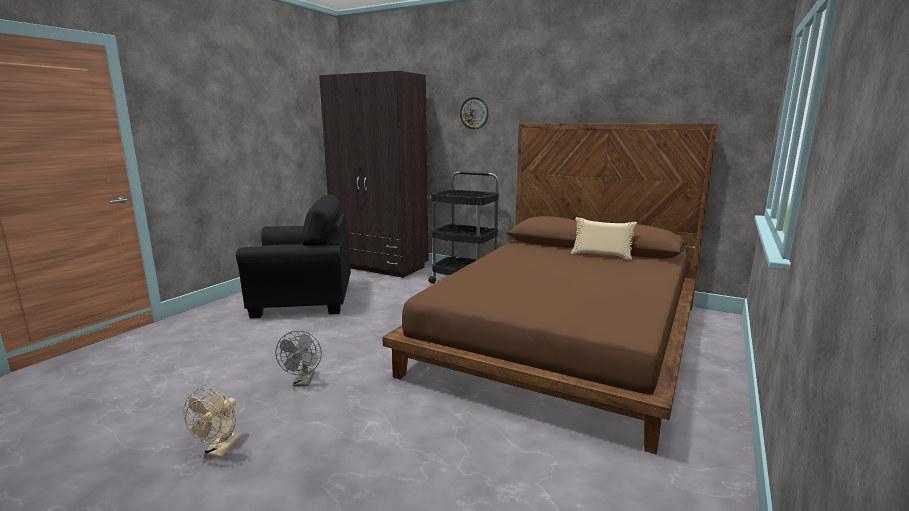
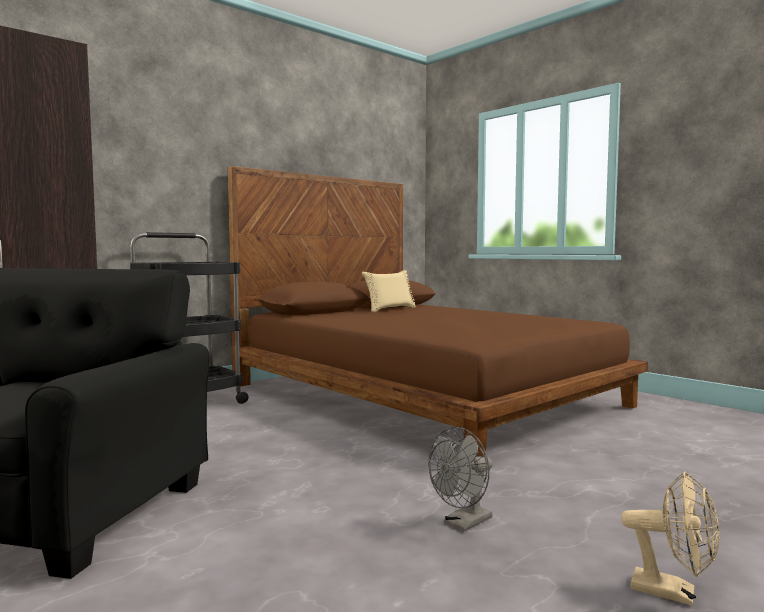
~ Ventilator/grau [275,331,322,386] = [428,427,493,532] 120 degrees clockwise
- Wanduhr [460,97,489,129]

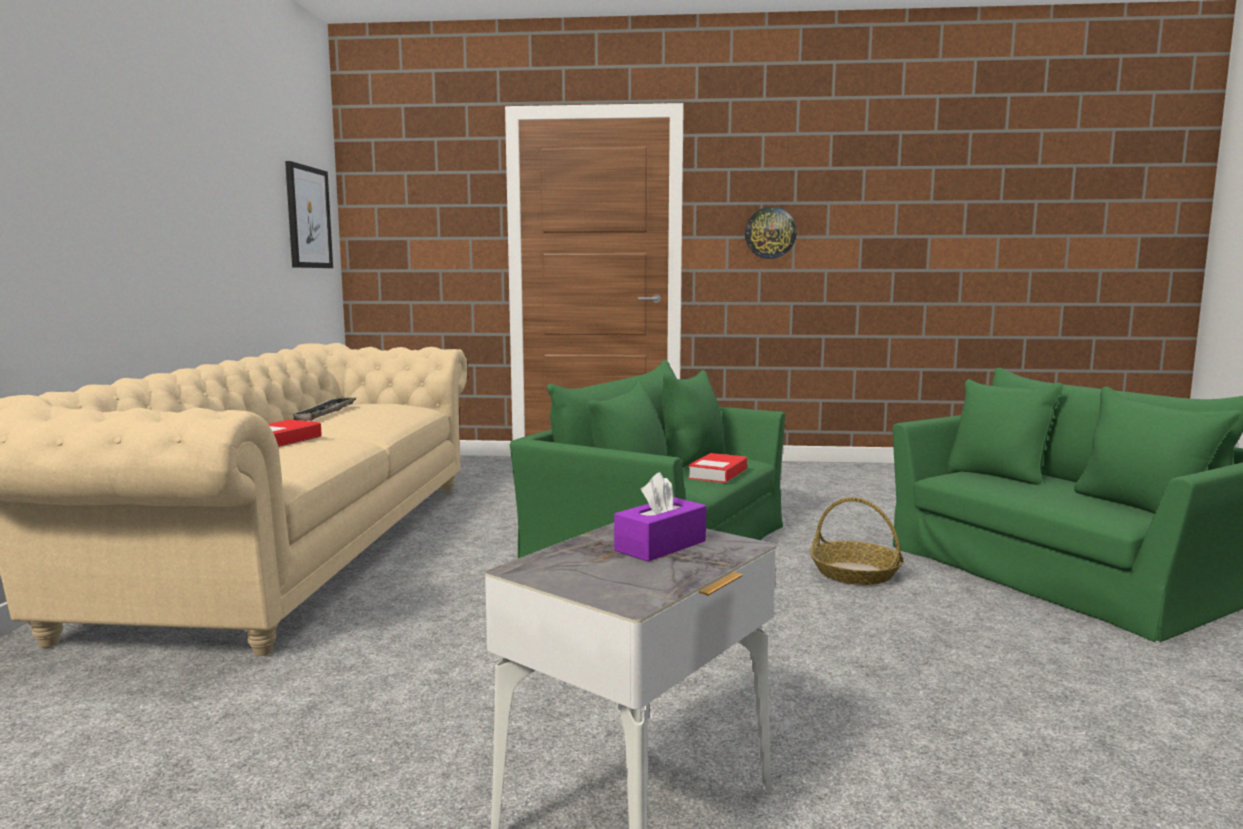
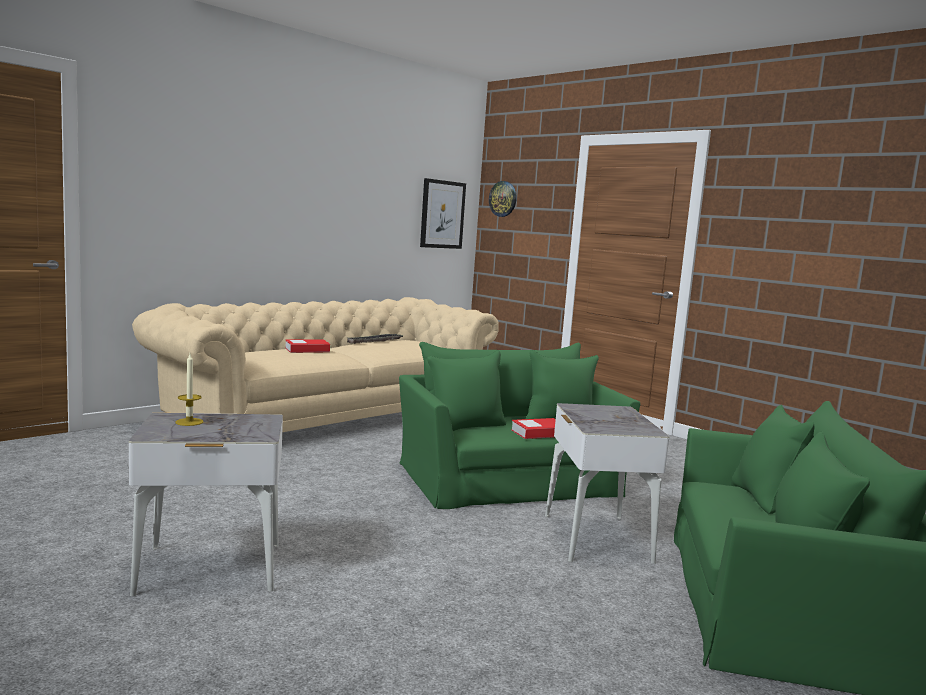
+ Kerze [175,354,203,426]
~ Wanduhr [745,207,797,259] to [489,181,517,217]
~ Korb [810,497,904,585] to Beistelltisch [545,403,669,564]
- Taschentuchbox/lila [614,472,706,562]

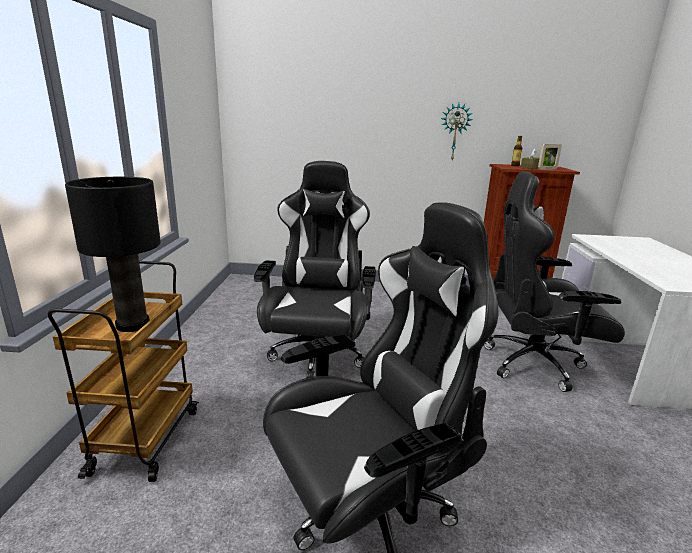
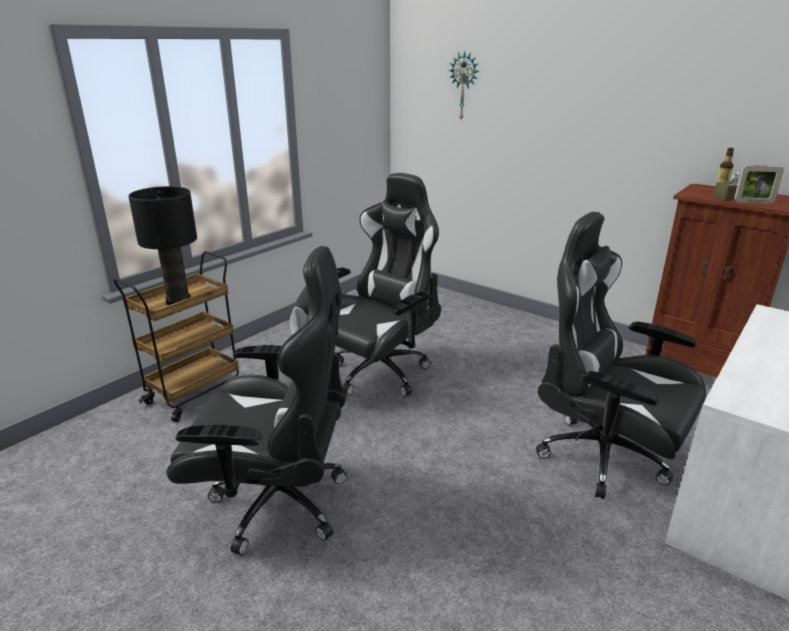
~ Wanduhr [441,103,472,160] to [448,51,480,120]

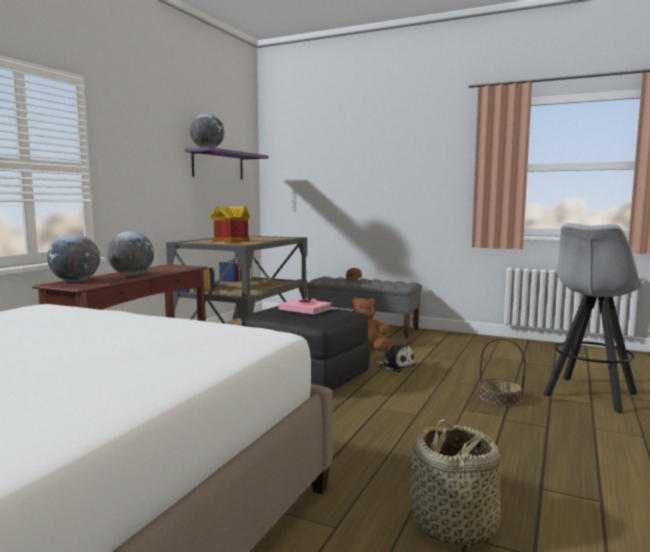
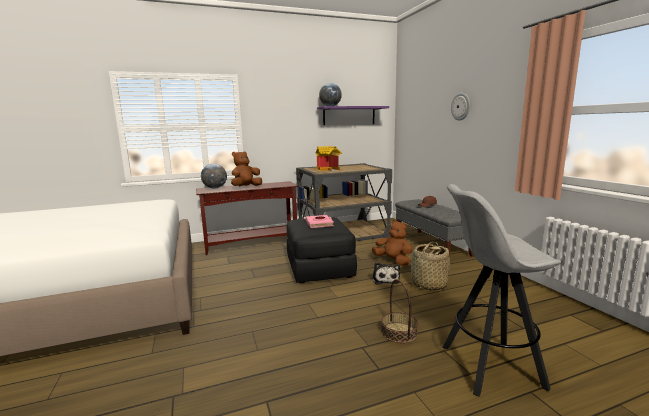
~ Globus [107,231,154,276] to Plüschtier/braun [231,151,262,186]
~ Korb [411,419,501,547] to [411,242,450,290]
+ Wanduhr [451,93,470,121]

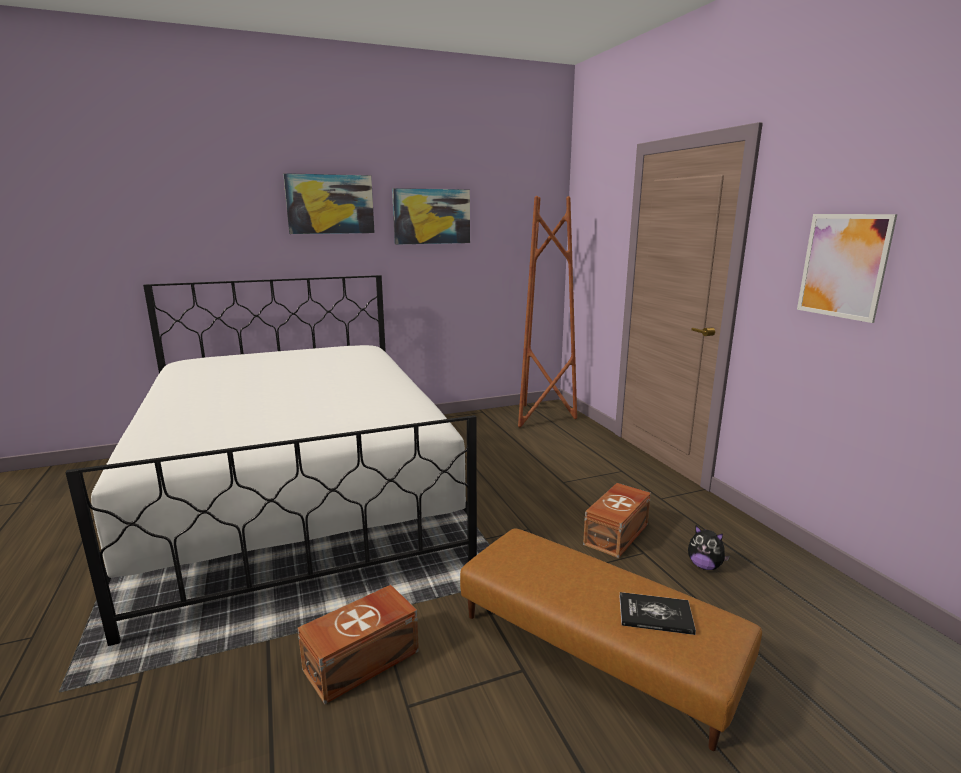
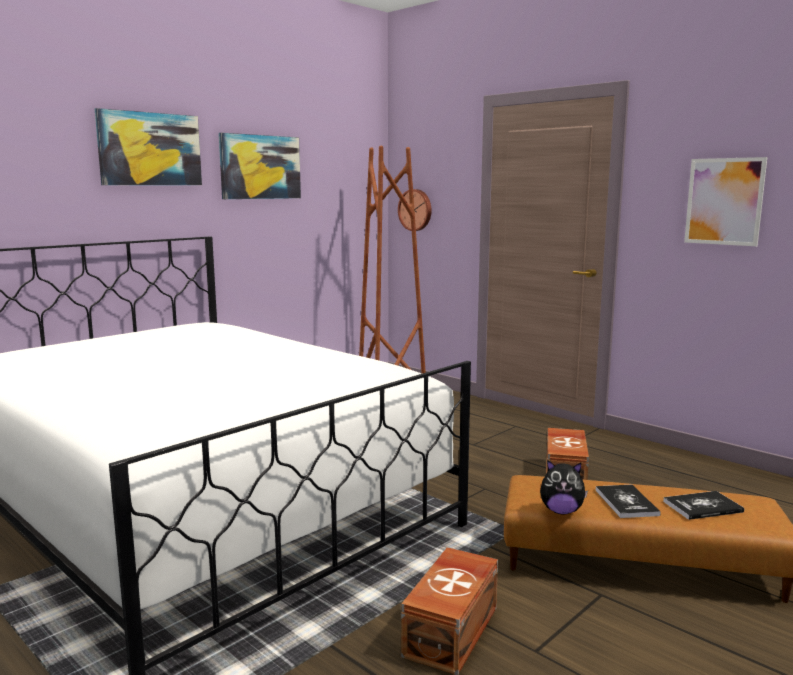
+ Wanduhr [398,189,432,231]
~ Plüschtier [688,526,730,570] to [540,460,588,514]
+ Buch [595,485,661,518]

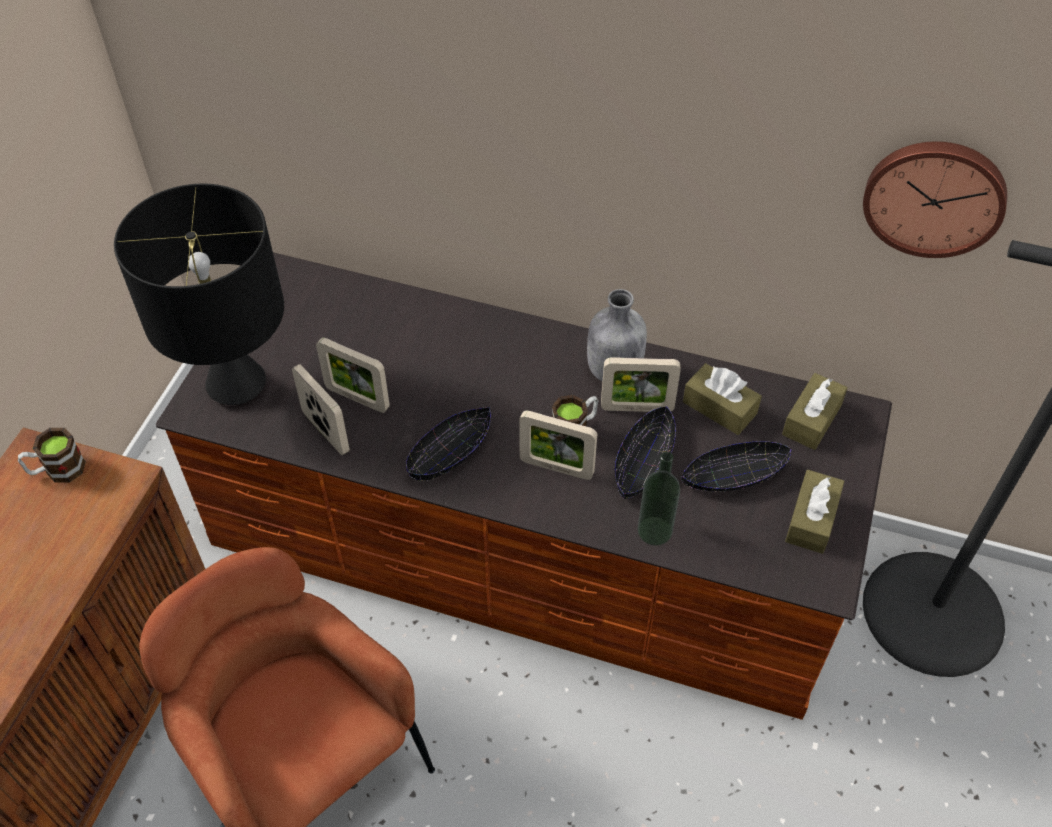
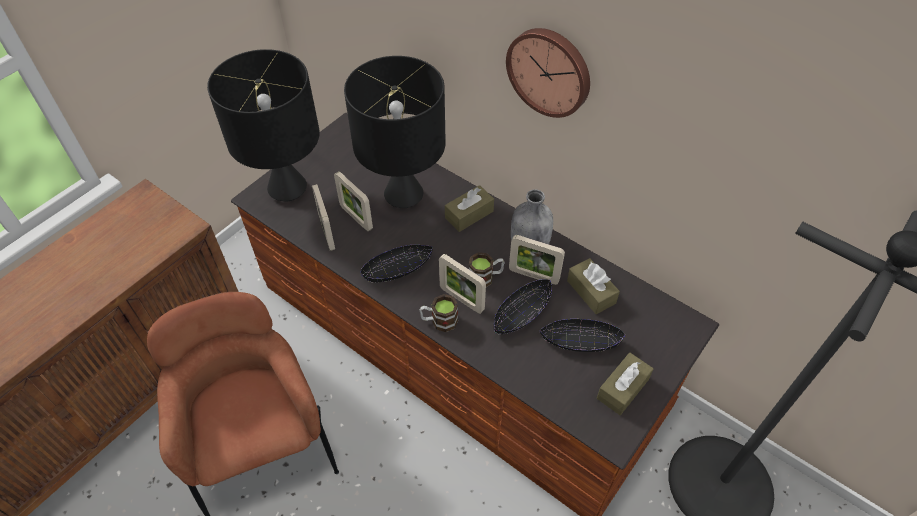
+ Tischlampe/schwarz [344,56,446,208]
~ Henkelbecher [18,428,86,483] to [419,294,458,332]
~ Taschentuchbox/braun [782,373,848,450] to [445,185,494,232]
~ Wanduhr [863,141,1007,258] to [506,28,590,118]
- Flasche [638,452,680,546]

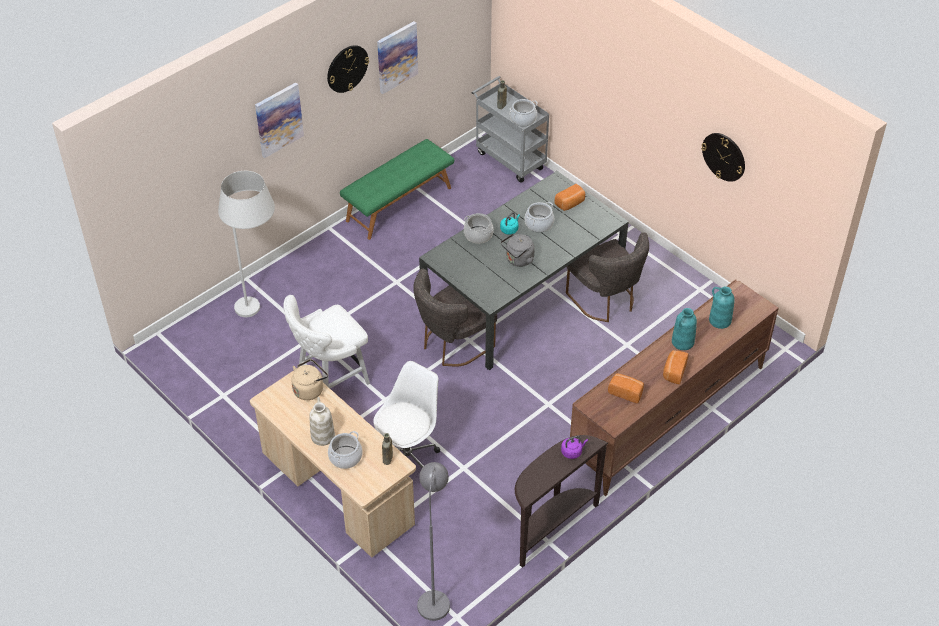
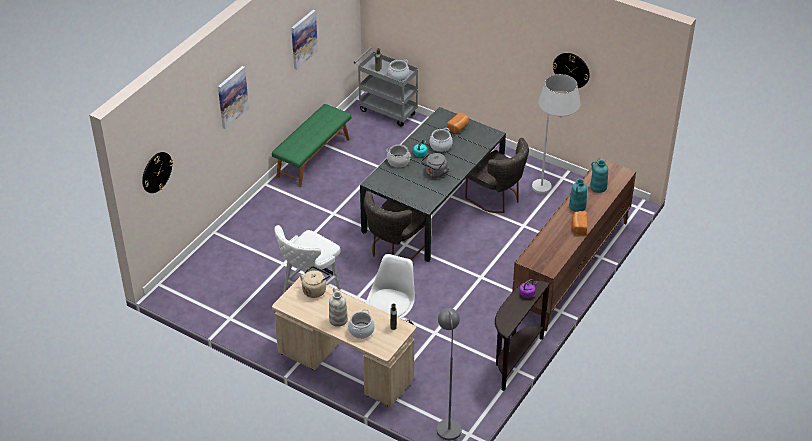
~ Wanduhr [327,45,369,93] to [142,152,173,193]
~ Stehlampe/weiß [218,171,275,317] to [532,74,581,194]
- Brot [608,373,644,403]

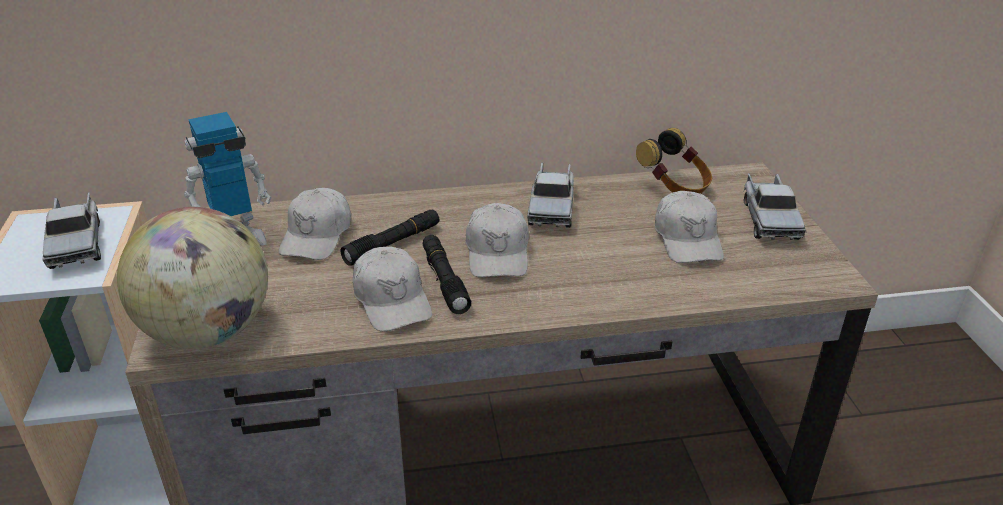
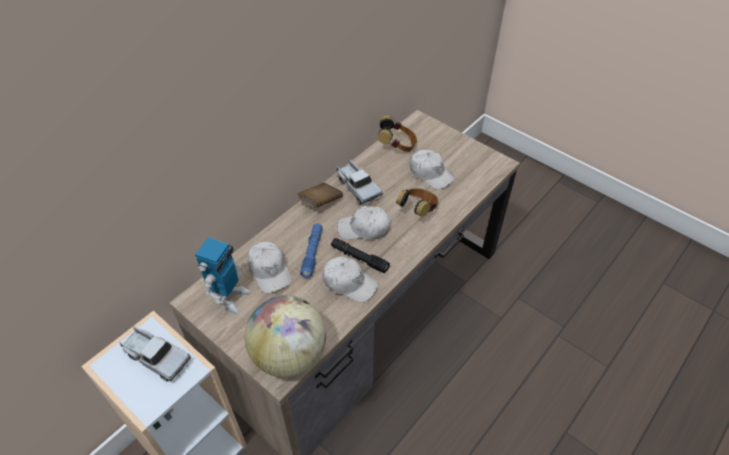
+ Buch/braun [297,183,343,208]
~ Taschenlampe/schwarz [340,210,439,266] to Taschenlampe/blau [300,223,322,278]
~ Kappe/weiß [465,203,529,277] = [337,206,390,239] 135 degrees clockwise
+ Kopfhörer [396,188,438,217]
- Spielzeuglaster [744,173,806,240]

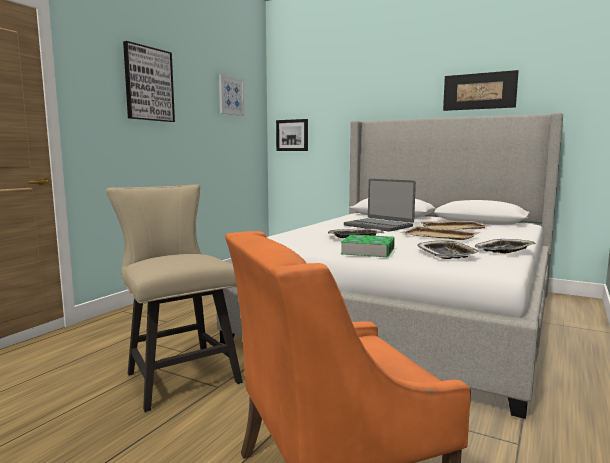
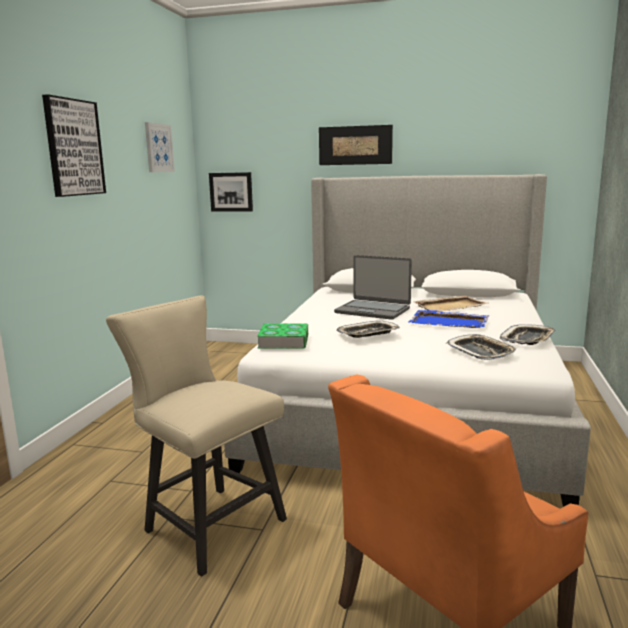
~ Buch [341,234,395,257] to [257,323,308,349]
~ Bild [443,70,519,111] to [319,125,393,165]
~ Tablett/beige [400,226,480,240] to Tablett/blau [408,310,489,328]

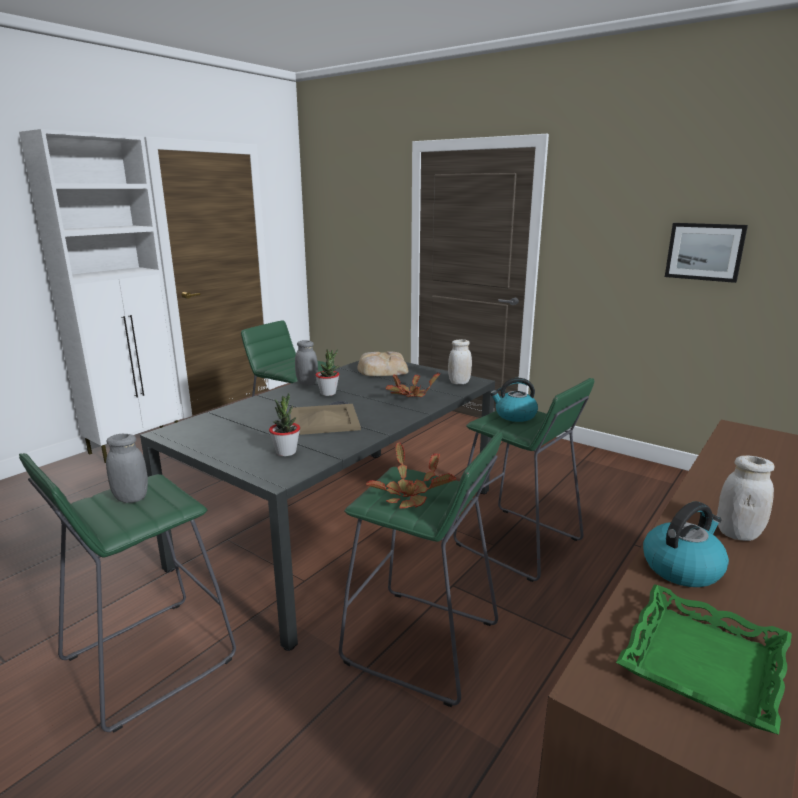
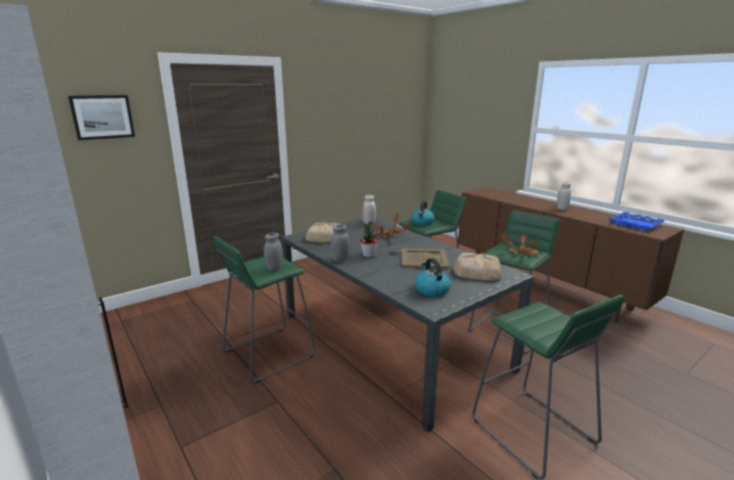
~ Bild [665,223,748,283] to [68,95,135,140]
~ Vorratsglas/grau [106,434,148,503] to [264,233,283,271]
~ Wasserkessel [643,501,729,587] to [415,258,451,297]
~ Topfpflanze [269,392,300,456] to Brot [453,253,502,281]
~ Tablett/grün [616,584,792,735] to Tablett/blau [609,212,665,231]

